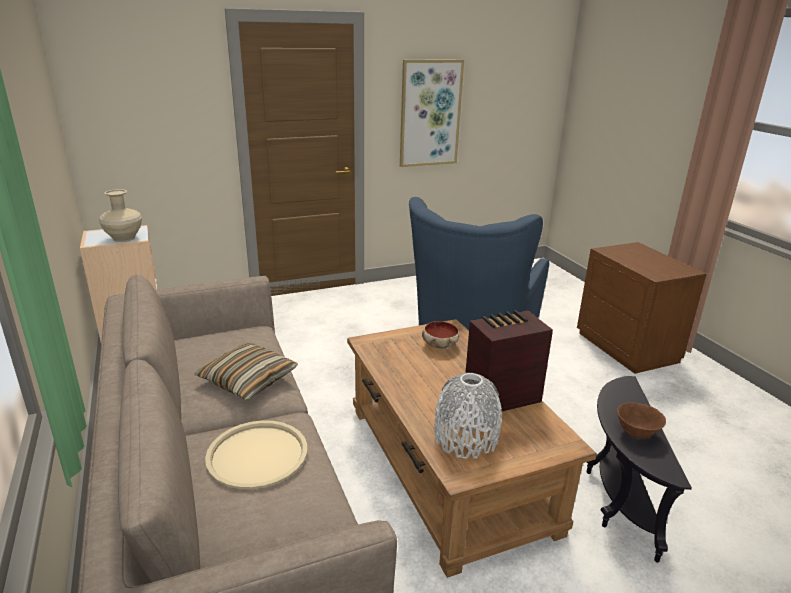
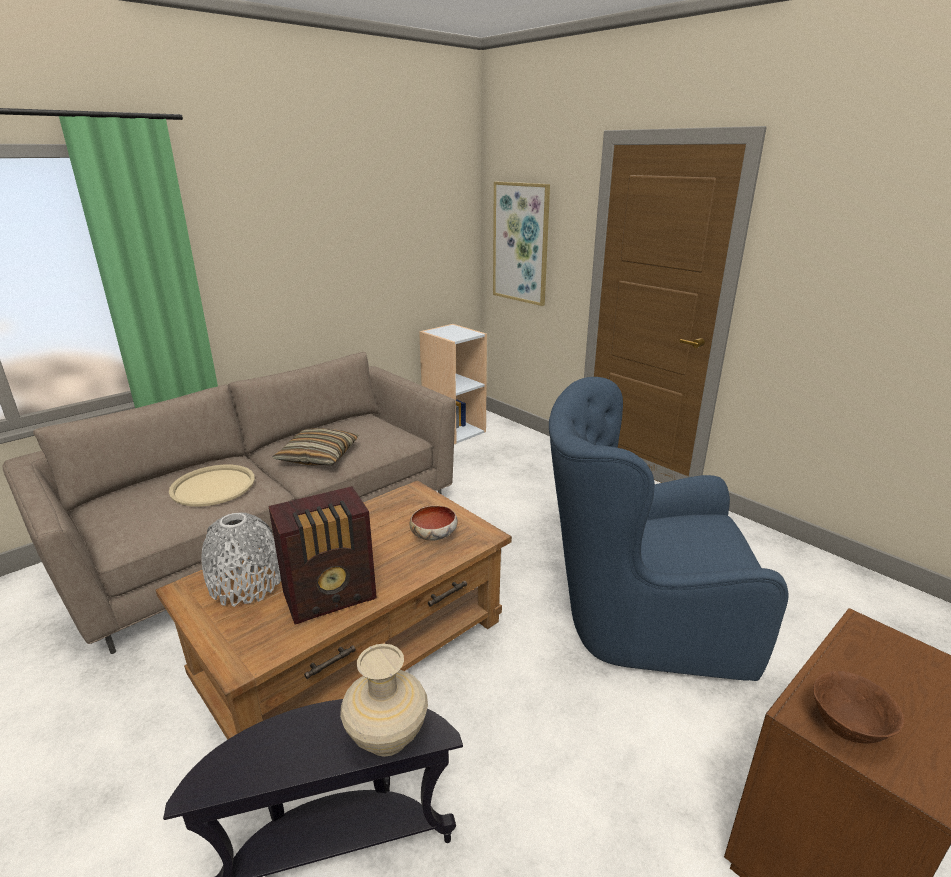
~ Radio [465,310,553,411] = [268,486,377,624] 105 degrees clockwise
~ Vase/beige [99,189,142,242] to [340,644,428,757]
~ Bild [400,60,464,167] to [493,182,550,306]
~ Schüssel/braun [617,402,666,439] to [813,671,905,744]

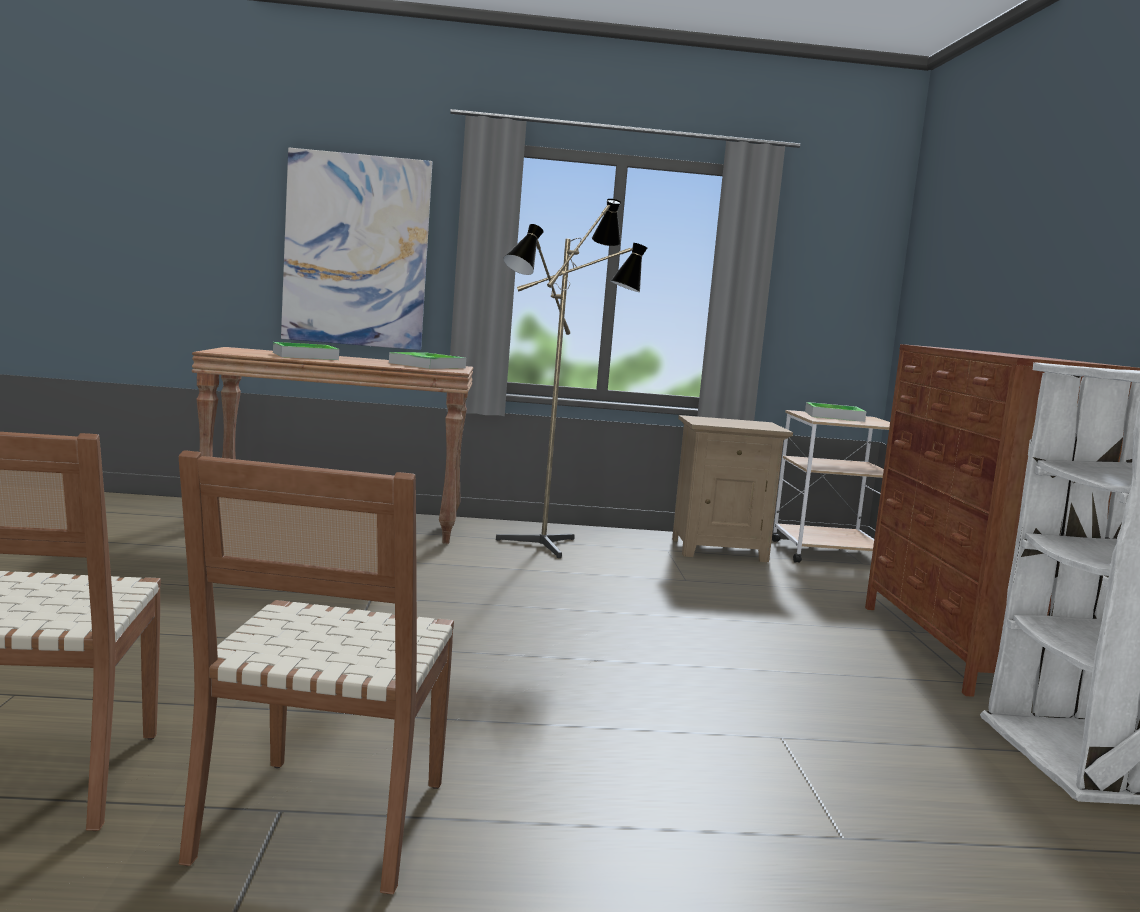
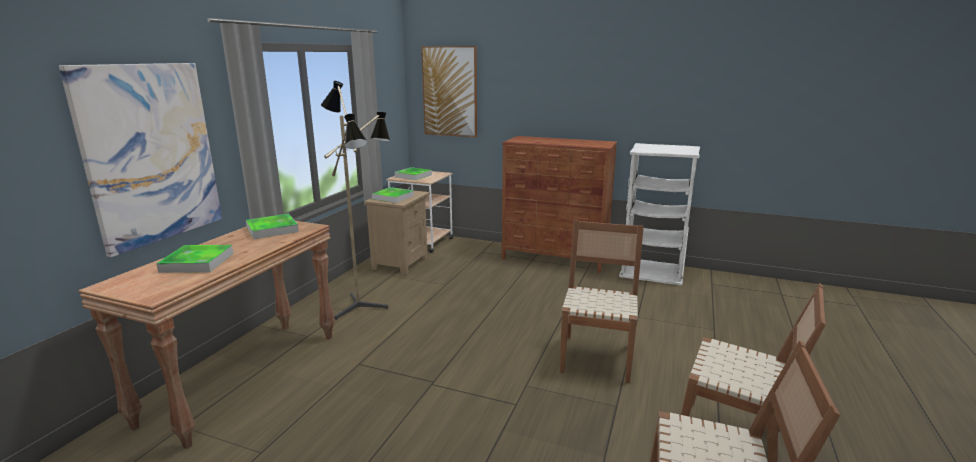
+ Tablett [372,187,414,203]
+ Bild [421,46,477,137]
+ Stuhl [560,220,644,383]

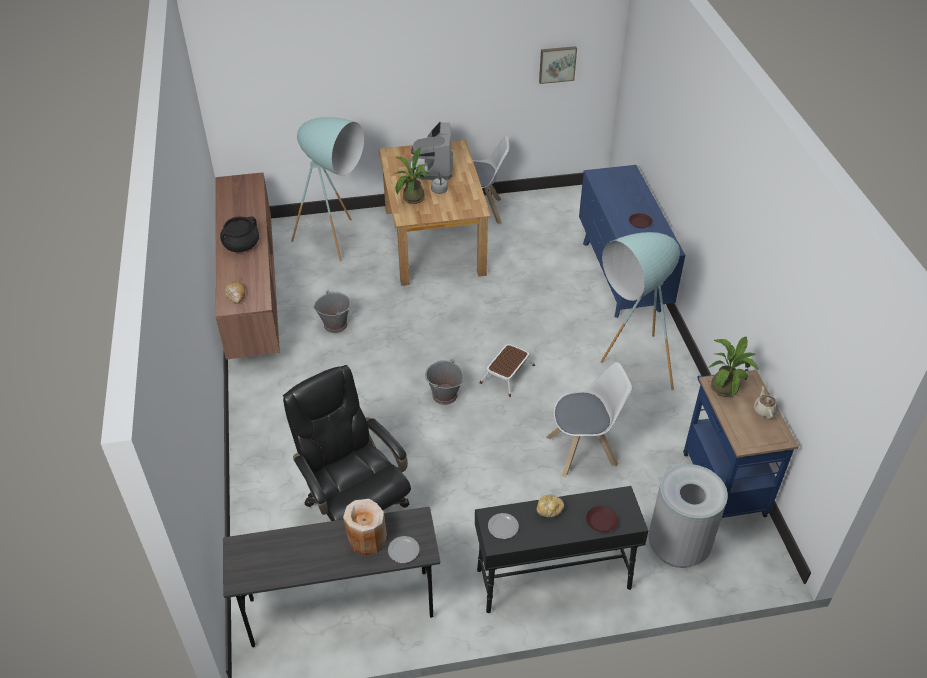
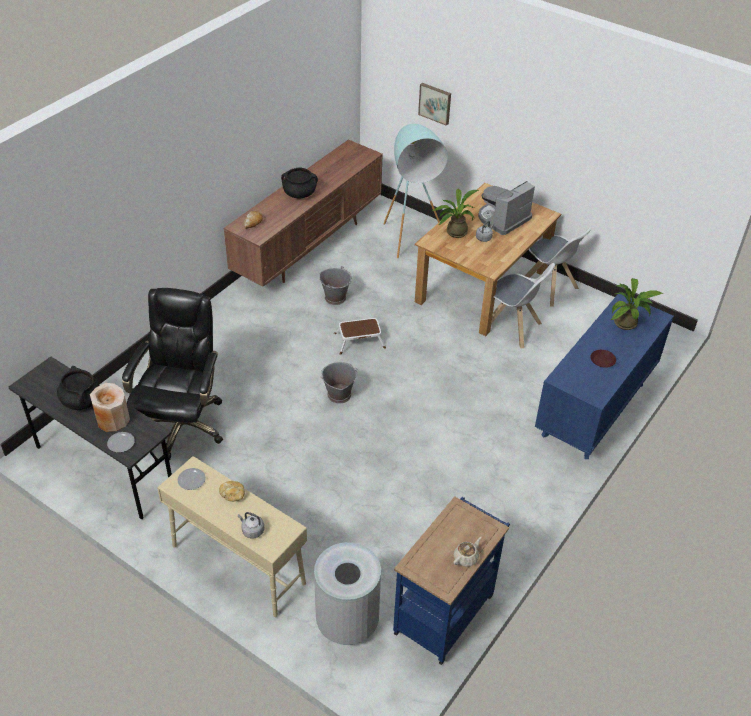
+ Kochtopf/schwarz [57,366,100,410]
~ Konsolentisch/schwarz [475,486,648,613] to Konsolentisch/beige [157,456,307,617]
~ Teller/braun [586,506,618,533] to Wasserkessel/grau [238,512,264,538]
~ Trittleiter/braun [479,344,535,397] to [334,318,386,355]
~ Bild [539,46,577,84] to [418,83,451,126]
~ Stuhl [546,362,632,477] to [491,263,555,348]
~ Topfpflanze [709,337,758,397] to [611,278,663,330]
- Stehlampe/türkis [600,232,680,390]

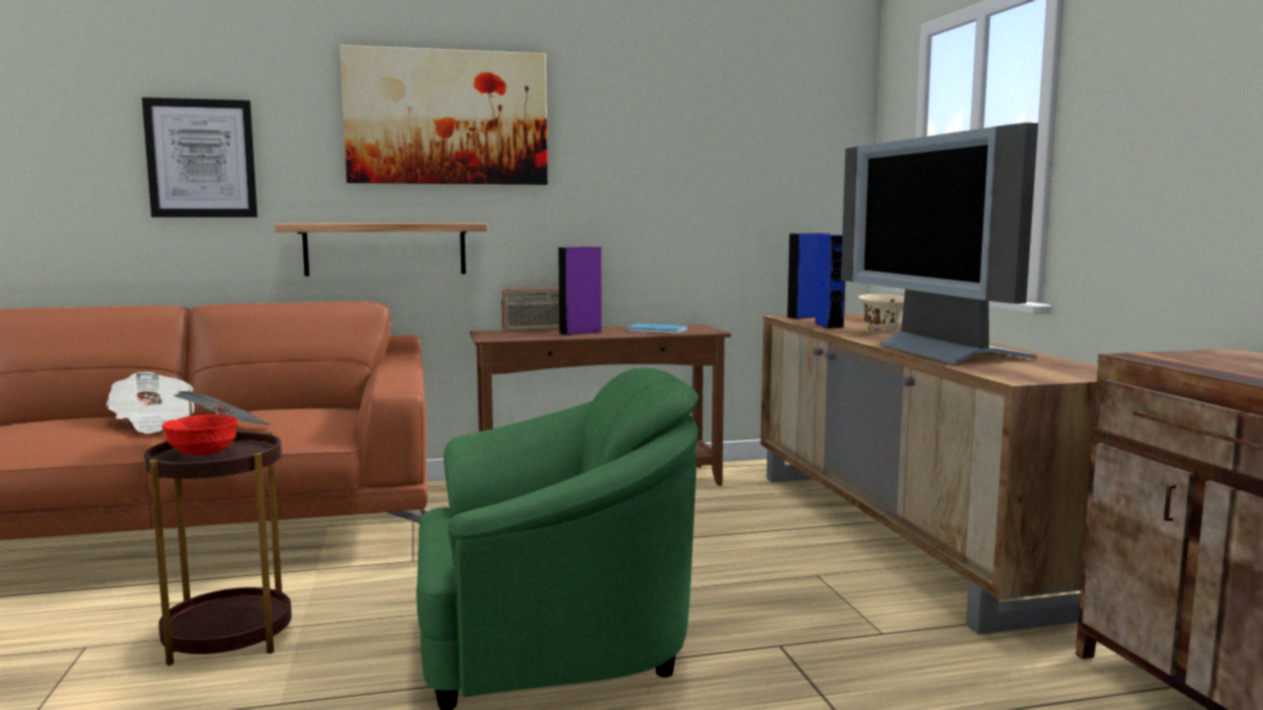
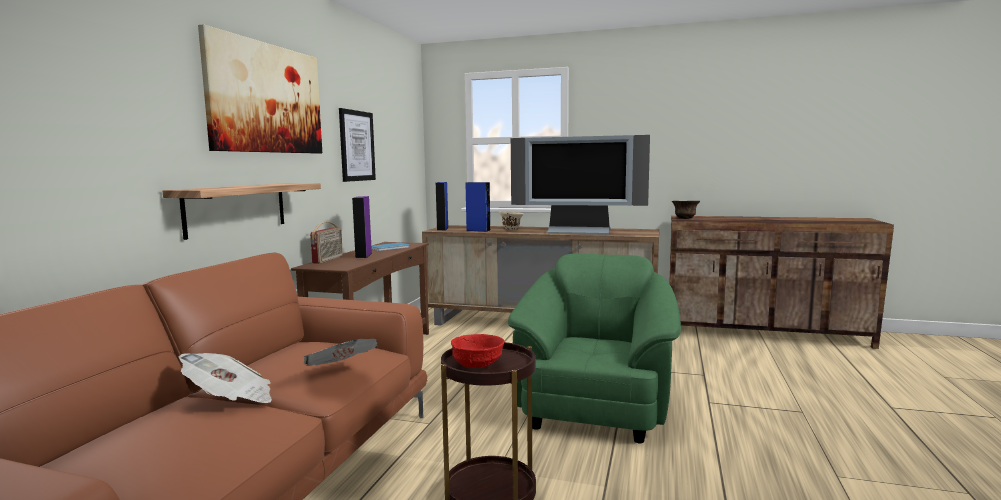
~ Bild [142,97,258,217] to [339,108,376,182]
+ Schüssel/braun [672,201,700,219]

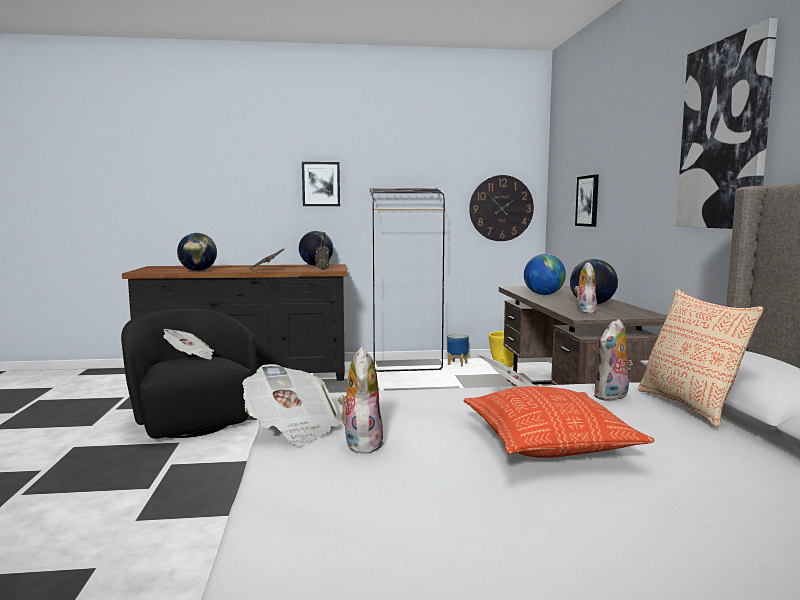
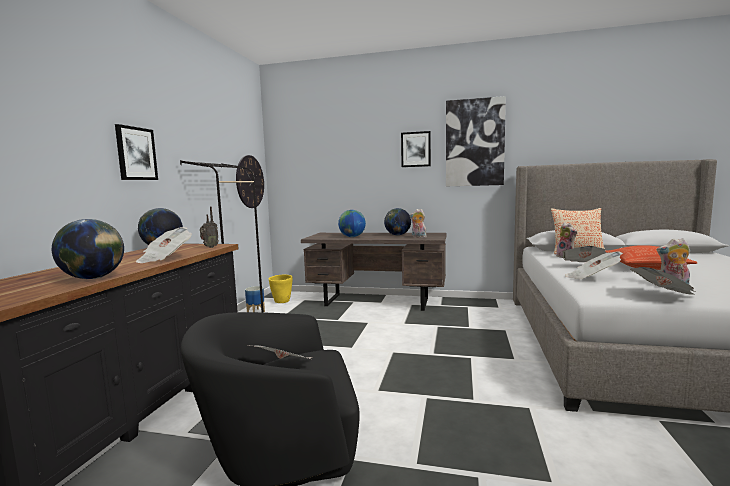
~ Bild [575,175,599,227] to [401,131,431,167]
+ Zeitung [565,251,623,280]

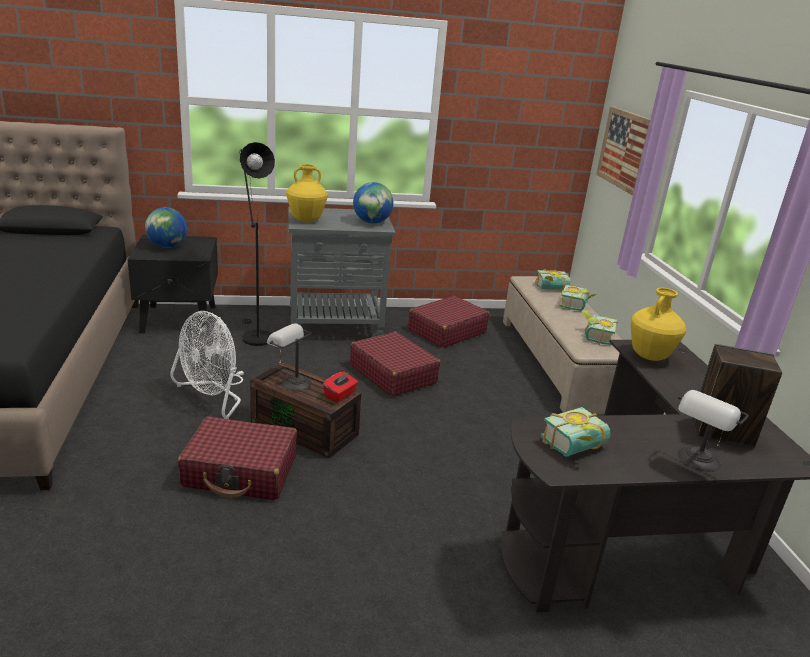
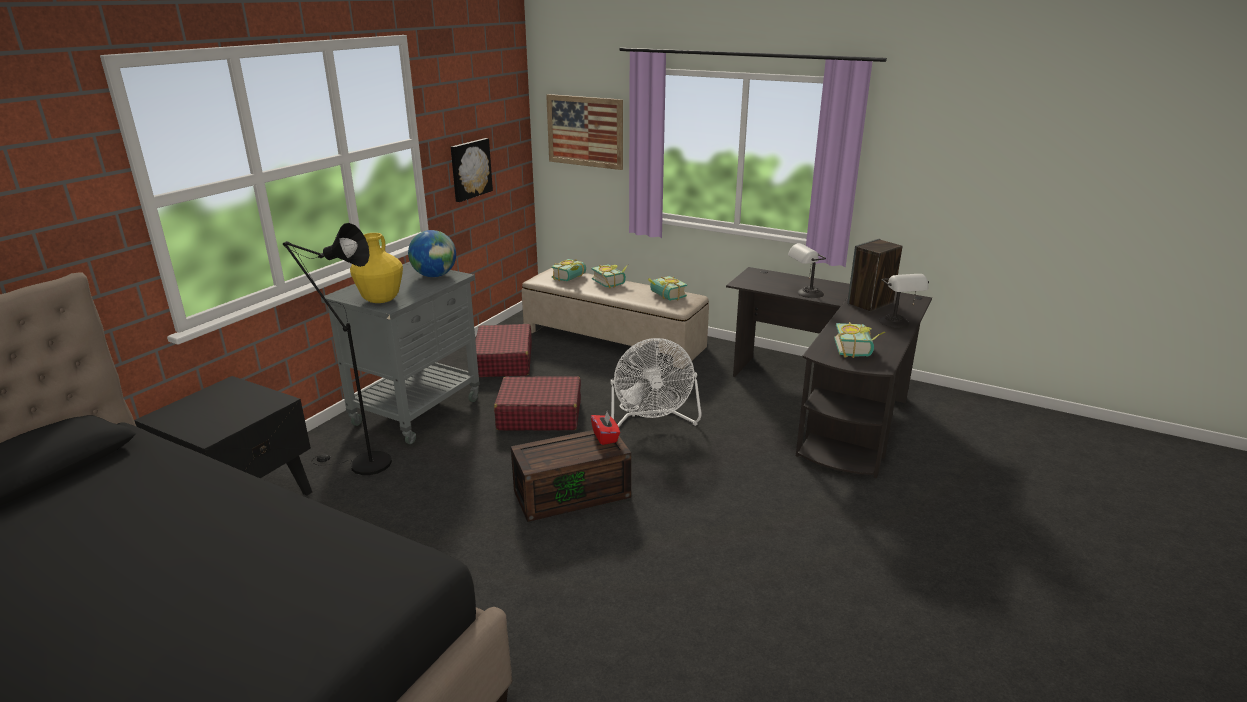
+ Bild [451,138,493,202]
~ Ventilator/weiß [170,311,244,419] to [611,338,702,427]
~ Tischlampe [267,323,312,391] to [788,243,826,298]
- Globus [145,207,187,248]
- Koffer/rot [178,416,297,500]
- Vase/gelb [631,288,686,361]

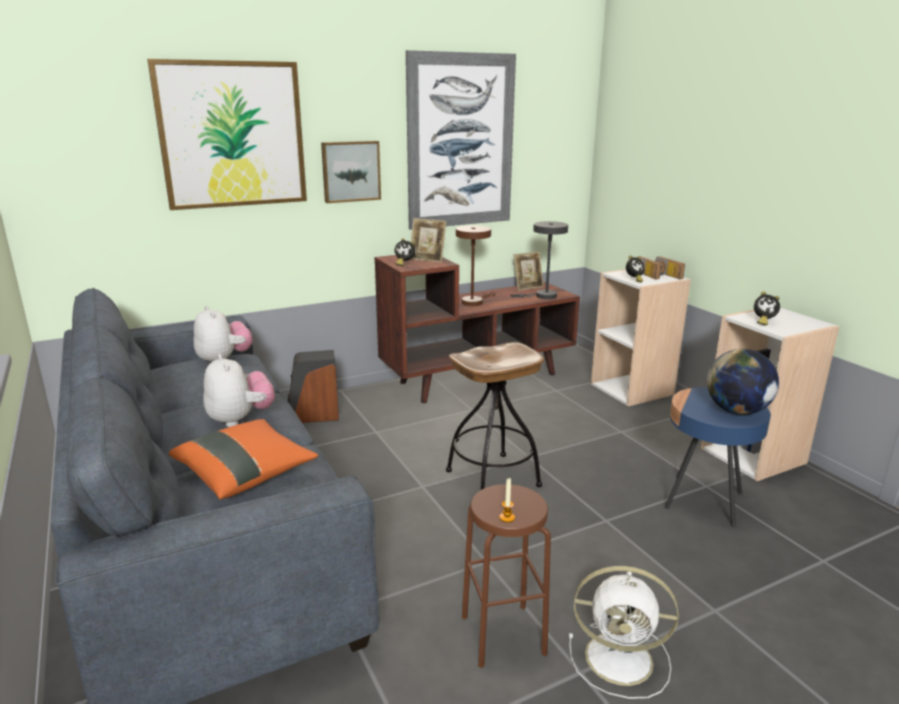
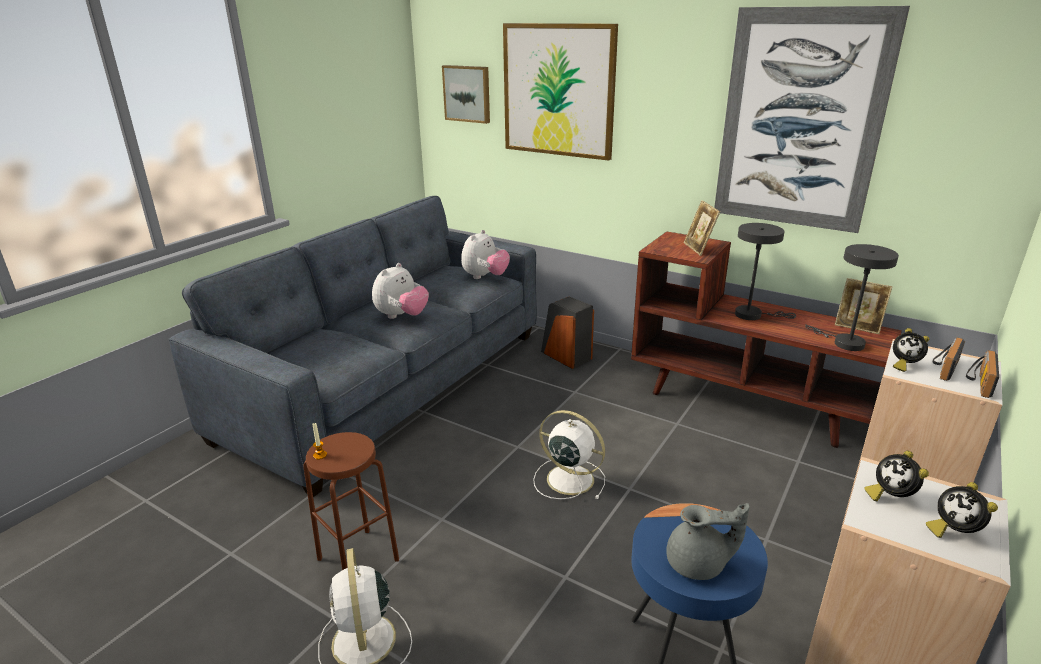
~ Bild [321,141,381,203] to [442,65,490,124]
~ Hocker/braun [446,342,544,490] to Ventilator/weiß [533,410,605,499]
~ Globus [707,349,779,415] to Teekanne/grau [666,503,749,580]
~ Tischlampe/braun [456,225,496,306] to Tischlampe/grau [735,223,796,320]
~ Wecker [395,238,415,266] to [926,482,998,538]
- Kissen/orange [169,419,318,499]

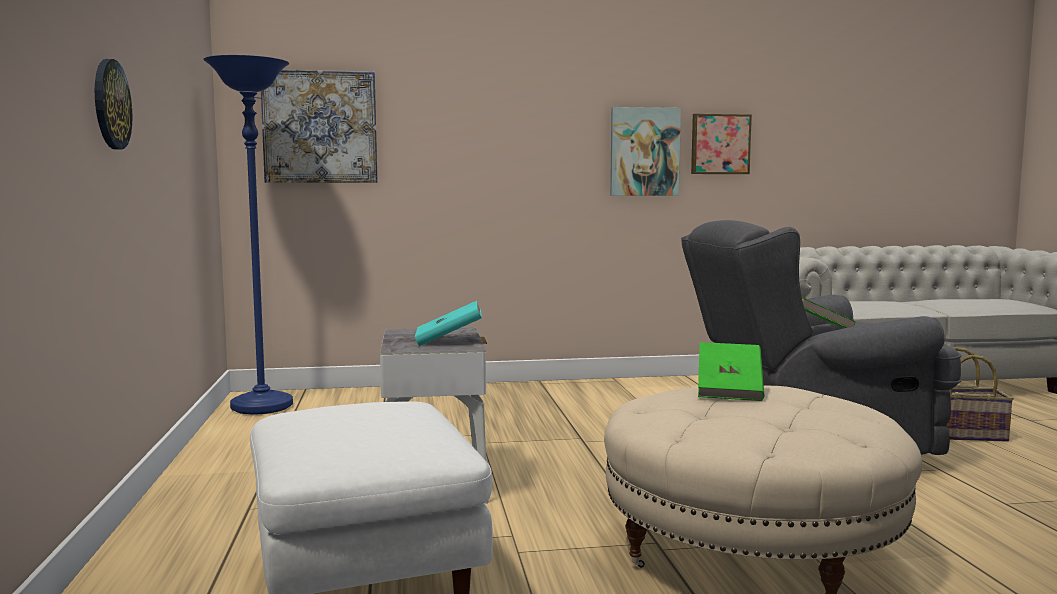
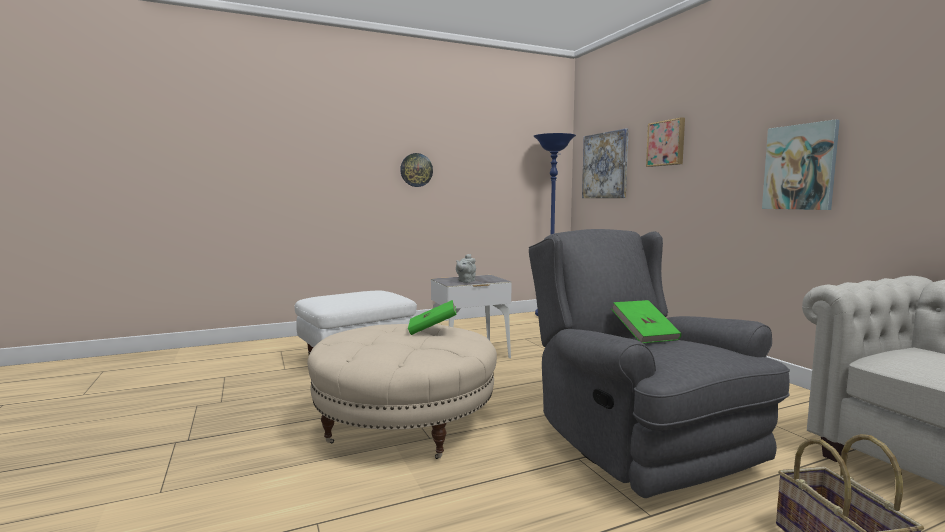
~ Buch/türkis [415,301,482,346] to Teekanne/grau [456,254,476,283]
~ Bild [691,114,752,174] to [646,117,685,167]

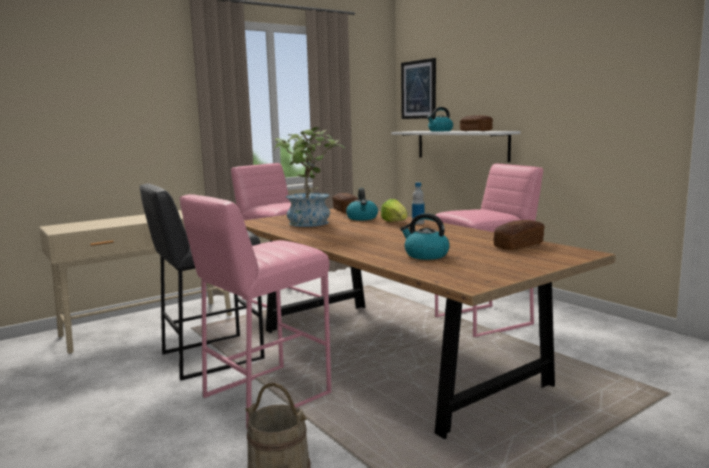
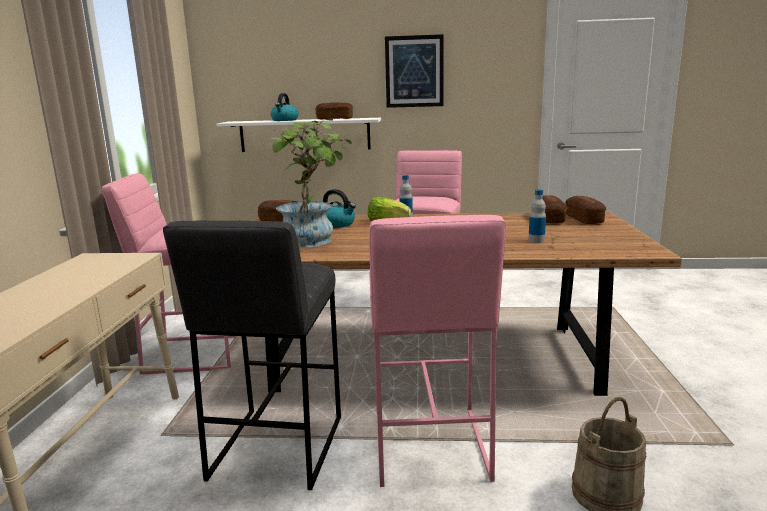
~ Bild [401,58,436,119] to [385,34,444,108]
~ Wasserkessel [400,213,450,260] to Flasche [528,189,546,243]
+ Brot [565,196,606,224]

